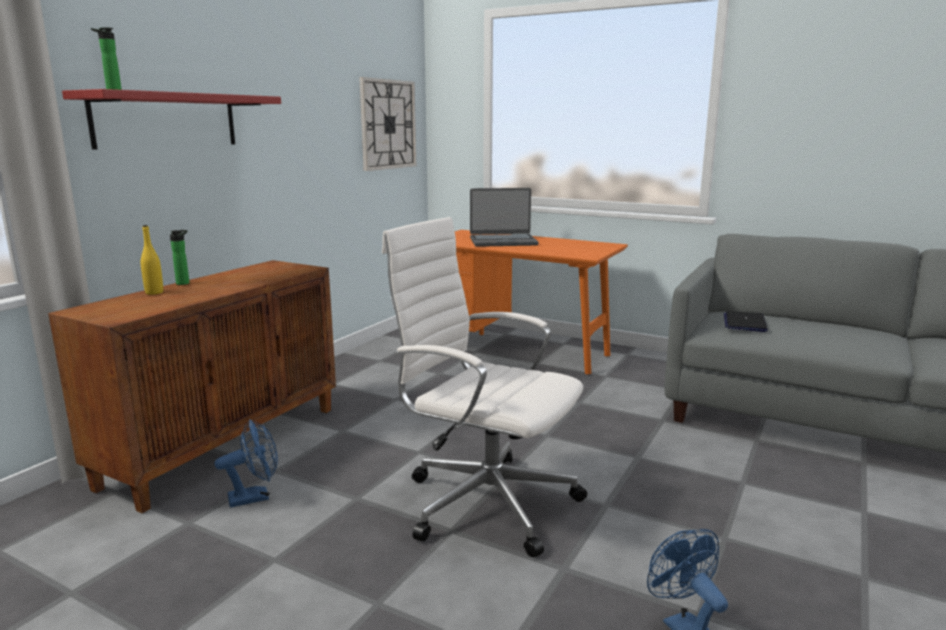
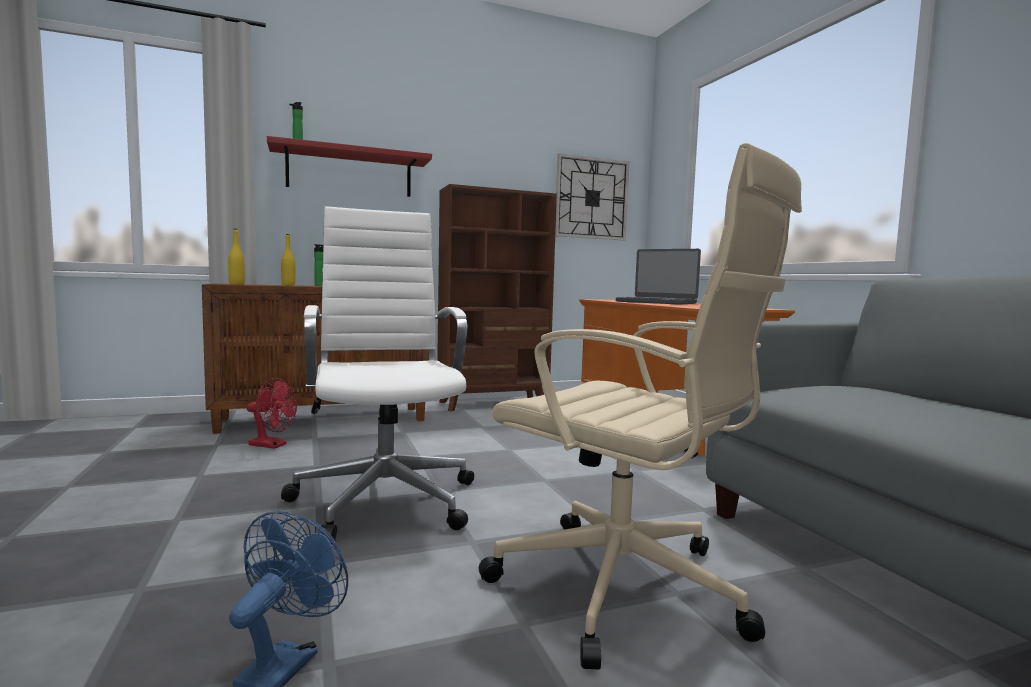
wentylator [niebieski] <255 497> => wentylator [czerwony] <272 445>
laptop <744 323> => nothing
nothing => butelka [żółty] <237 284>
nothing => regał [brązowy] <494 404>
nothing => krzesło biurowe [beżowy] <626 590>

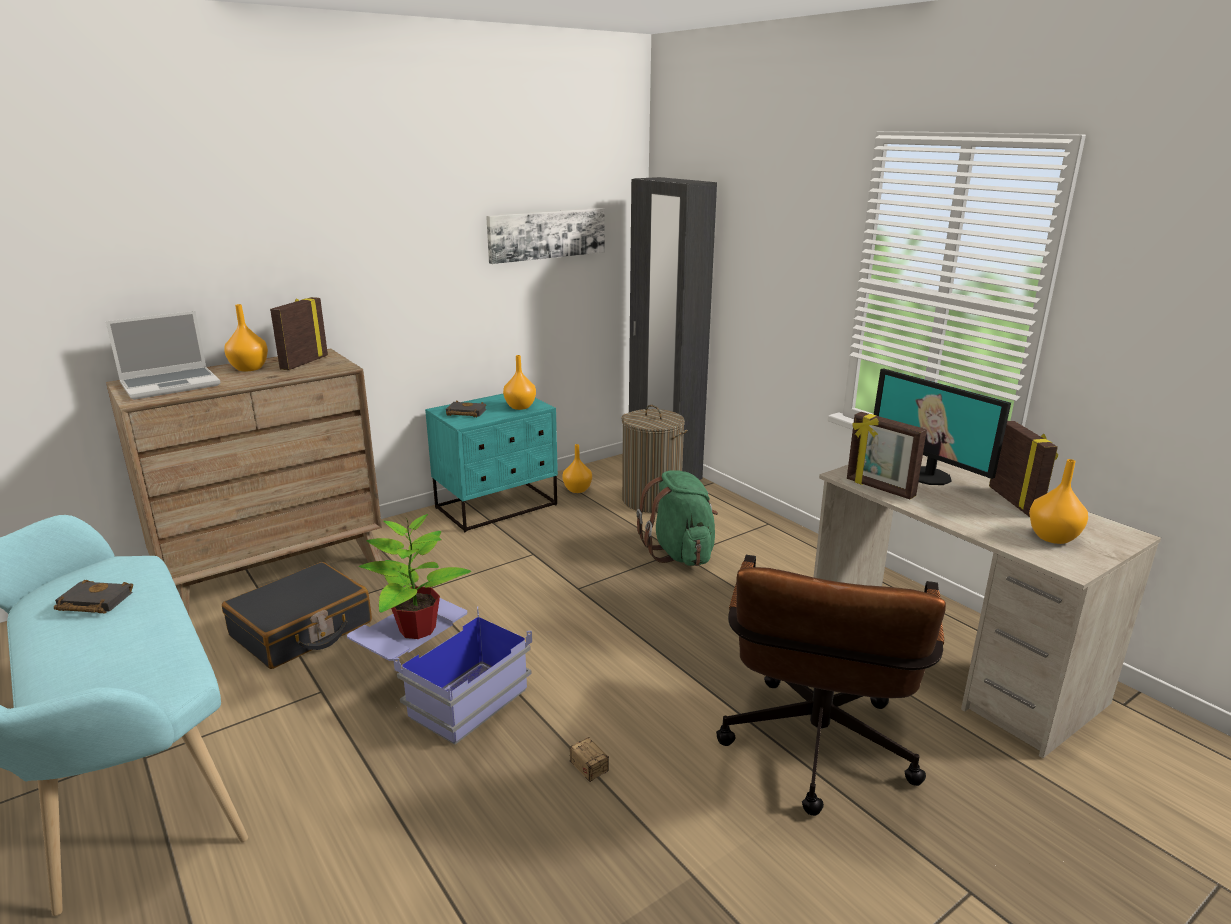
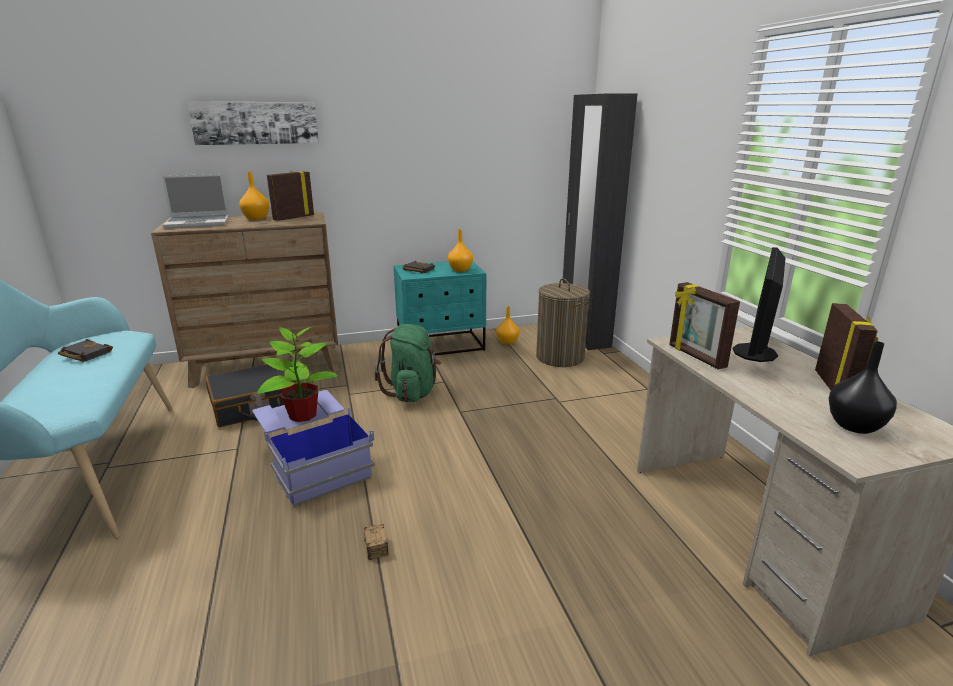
obraz <546 234> => obraz <255 123>, moved
plecak [zielony] <680 553> => plecak [zielony] <412 392>, moved
krzesło biurowe [brązowy] <815 755> => nothing
monitor <928 476> => monitor <756 353>, 45 degrees clockwise
wazon [pomarańczowy] <1053 537> => wazon [czarny] <855 426>

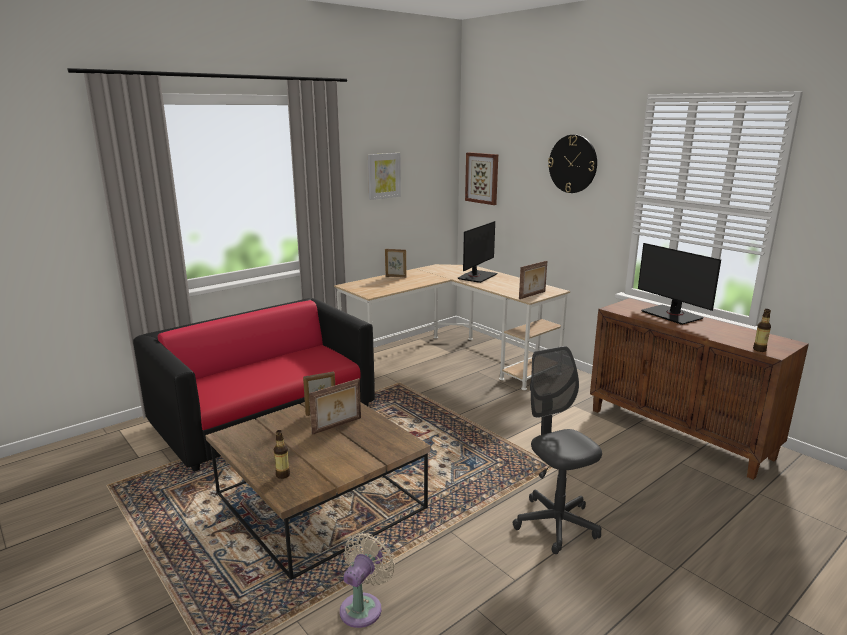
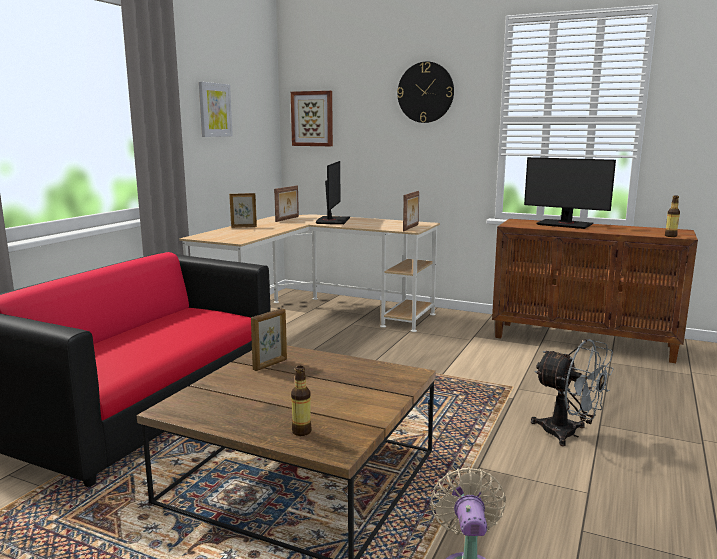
ramka na zdjęcie <337 426> => ramka na zdjęcie <288 219>, moved
krzesło biurowe [szary] <556 524> => wentylator [szary] <568 434>

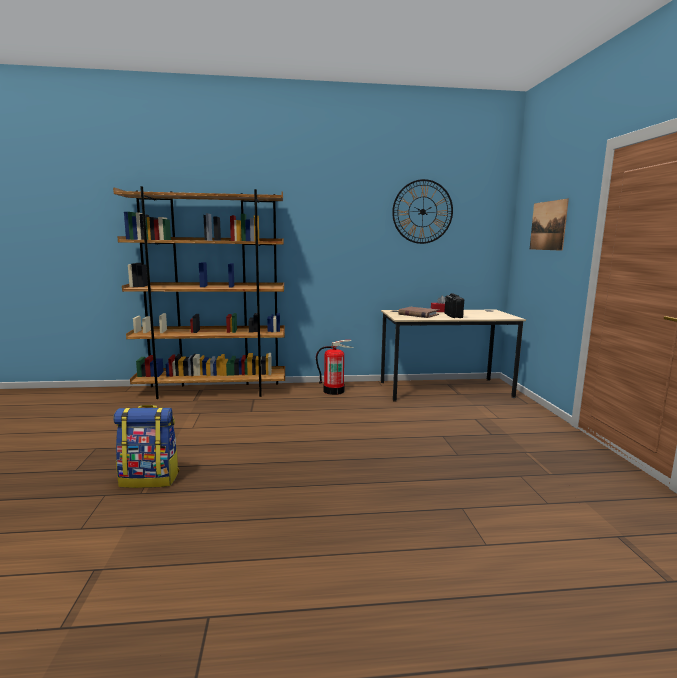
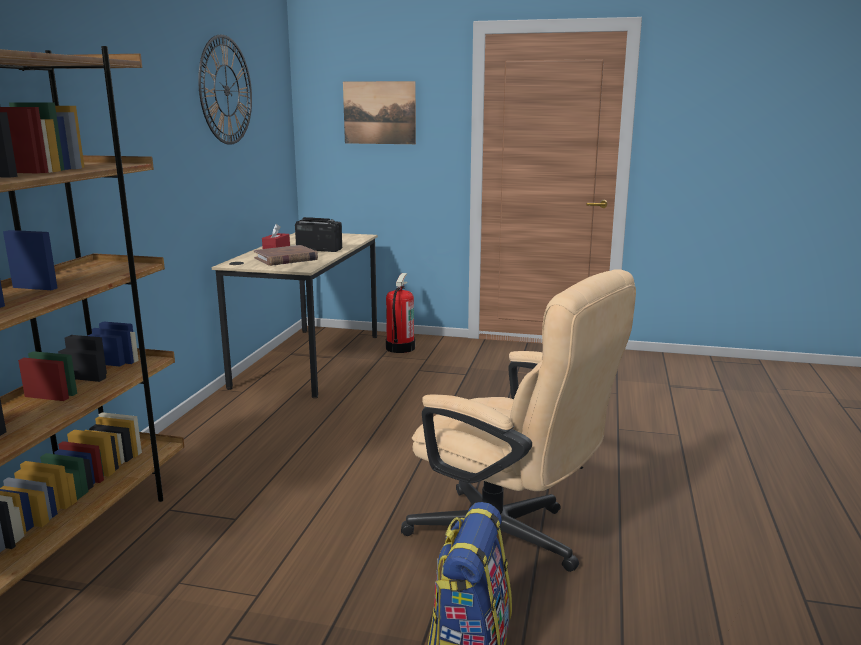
gaśnica <334 391> => gaśnica <400 348>, moved
nothing => krzesło biurowe [beżowy] <508 544>

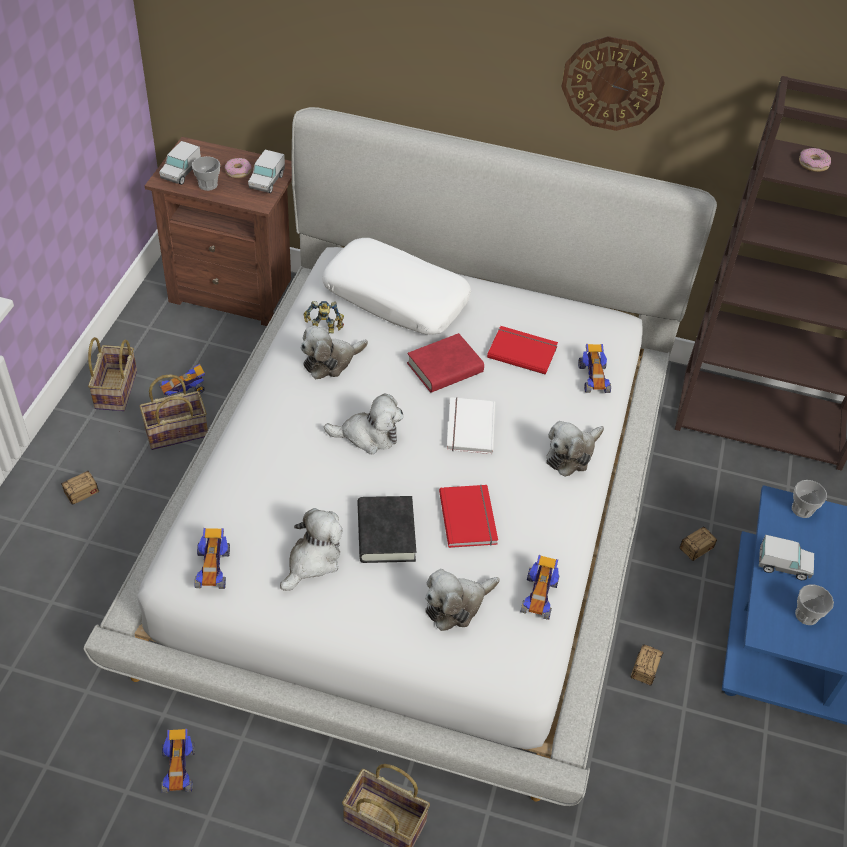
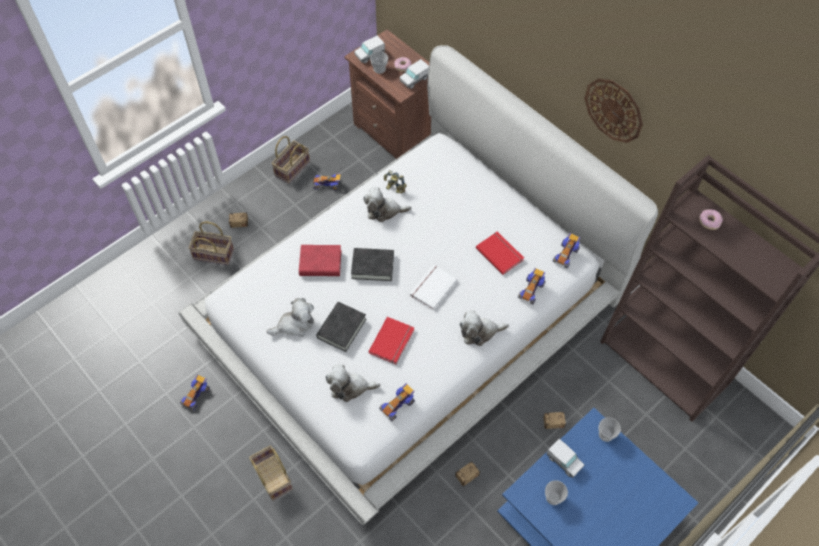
koszyk <178 431> => koszyk <215 254>, moved
samochodzik <212 567> => samochodzik <565 255>, moved
poduszka [biały] <396 297> => nothing
pluszak <368 435> => książka [czarny] <372 266>
książka [czerwony] <445 368> => książka [czerwony] <320 263>, moved

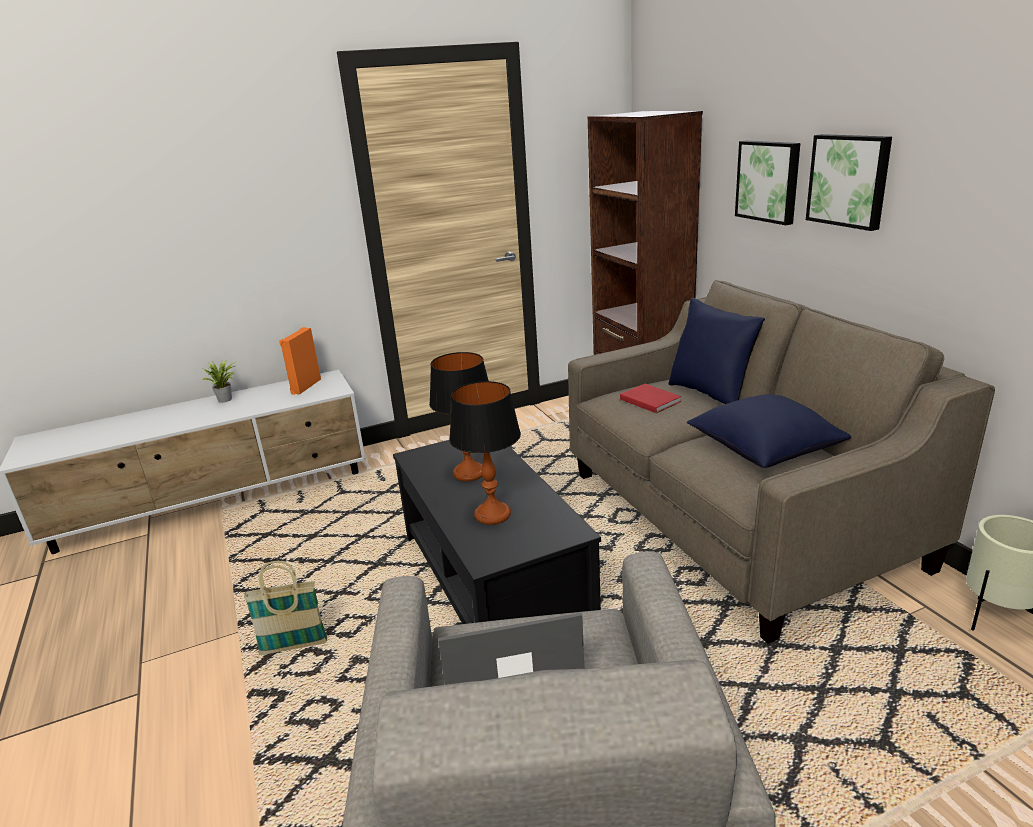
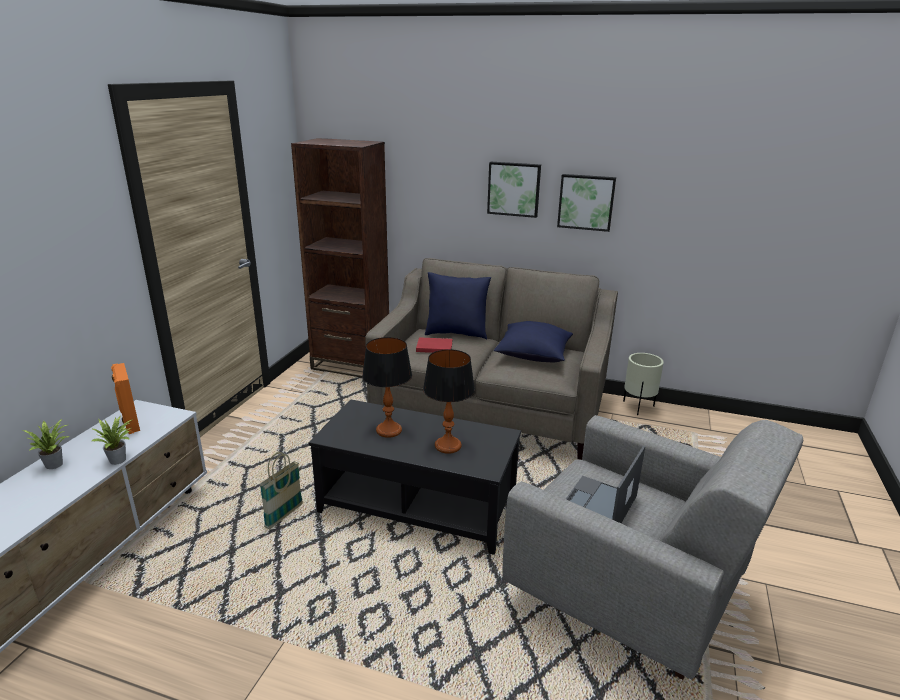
koszyk <294 647> => koszyk <284 516>, moved
obraz <769 181> => obraz <586 202>, moved
nothing => roślina doniczkowa <120 460>

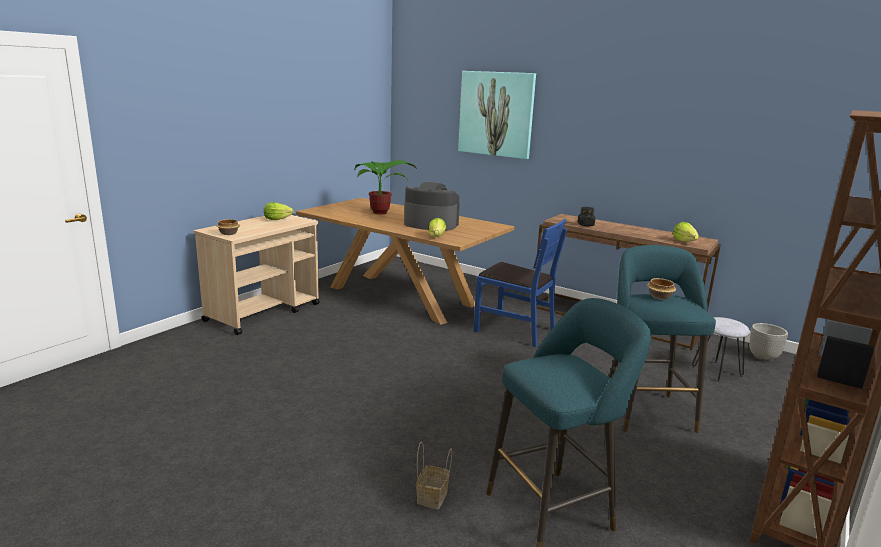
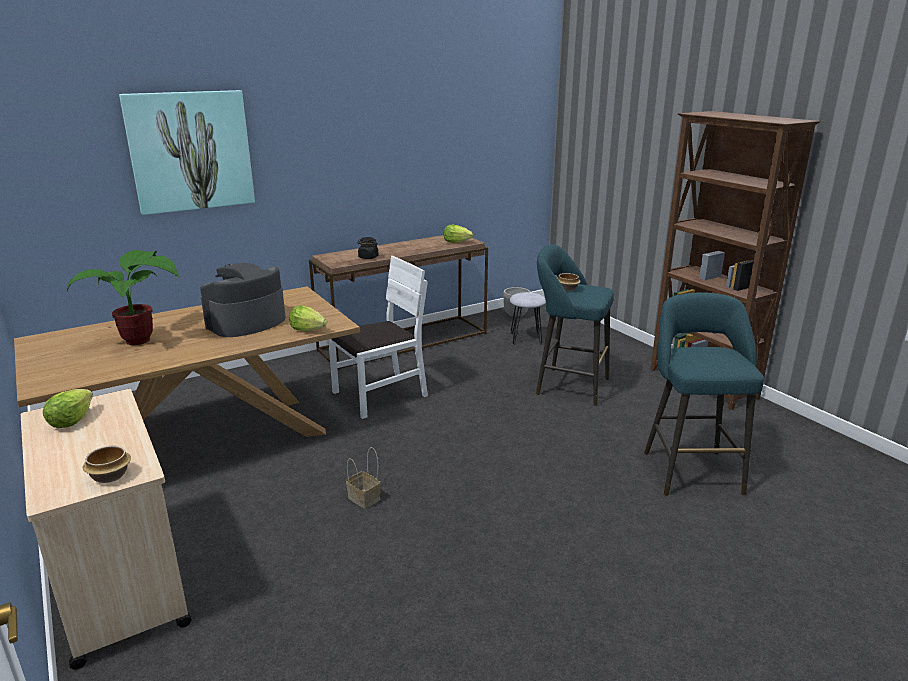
koszyk <432 498> => koszyk <365 499>, moved
krzesło [niebieski] <514 329> => krzesło [biały] <380 395>

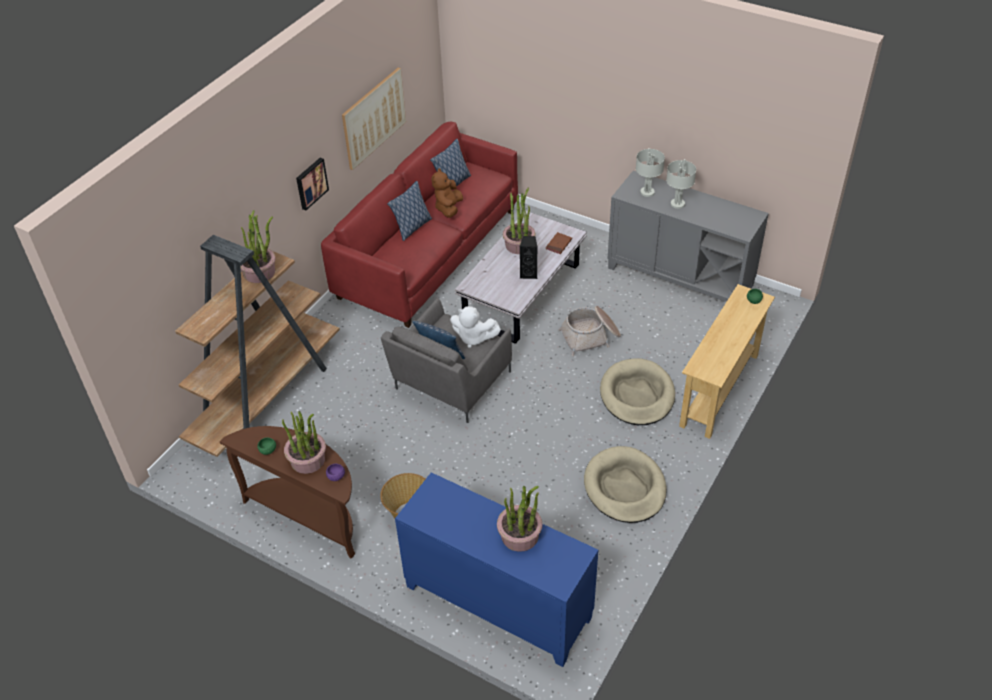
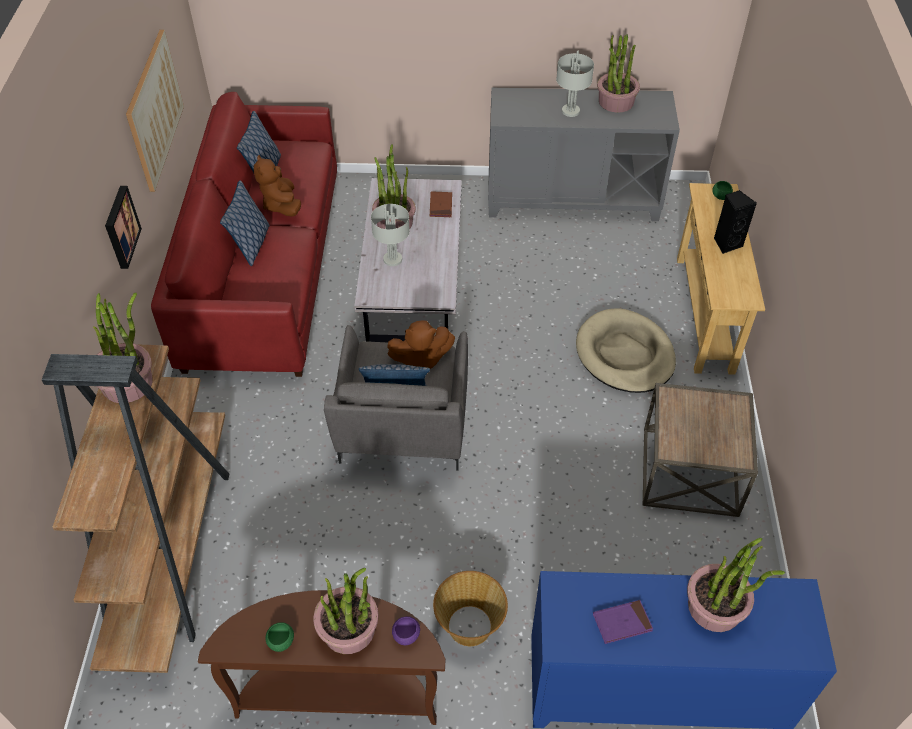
pluszak [biały] <473 338> => pluszak [brązowy] <421 359>
głośnik [czarny] <529 273> => głośnik [czarny] <727 243>, moved
koszyk <590 337> => nothing
legowisko [beżowy] <625 487> => stolik [brązowy] <690 472>
lampa stołowa [szary] <647 192> => lampa stołowa [szary] <393 259>, moved
nothing => książka [fioletowy] <622 623>
nothing => roślina doniczkowa <616 102>

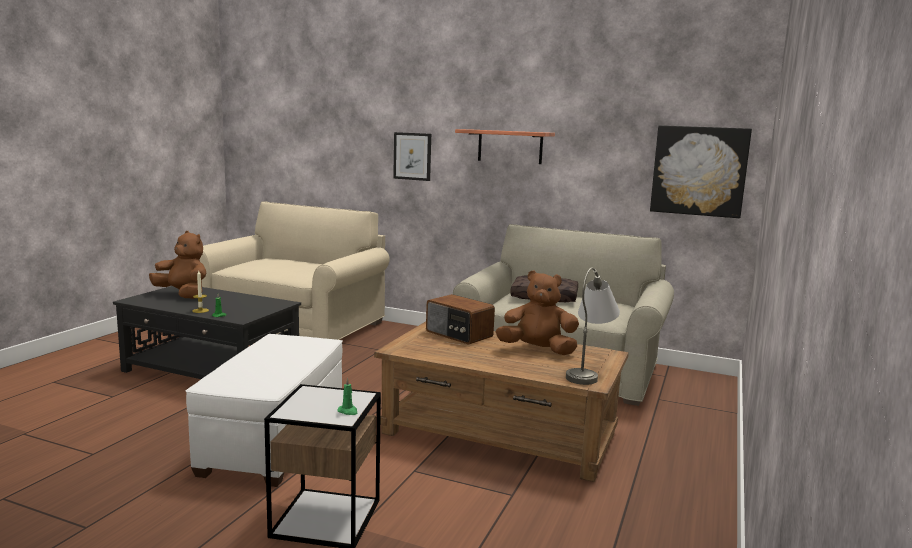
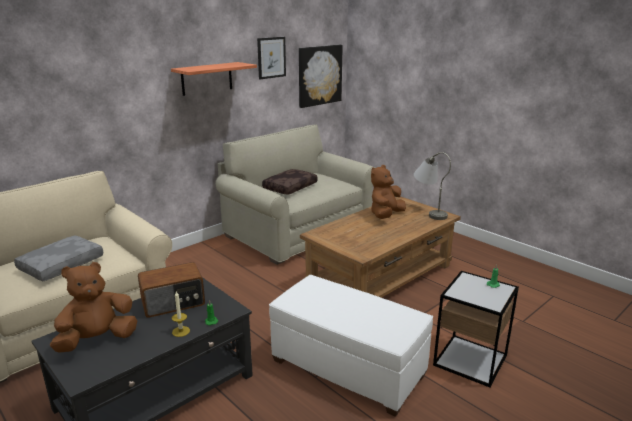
obraz <412 156> => obraz <271 57>, moved
radio <458 334> => radio <173 303>, moved
nothing => poduszka [szary] <61 265>

